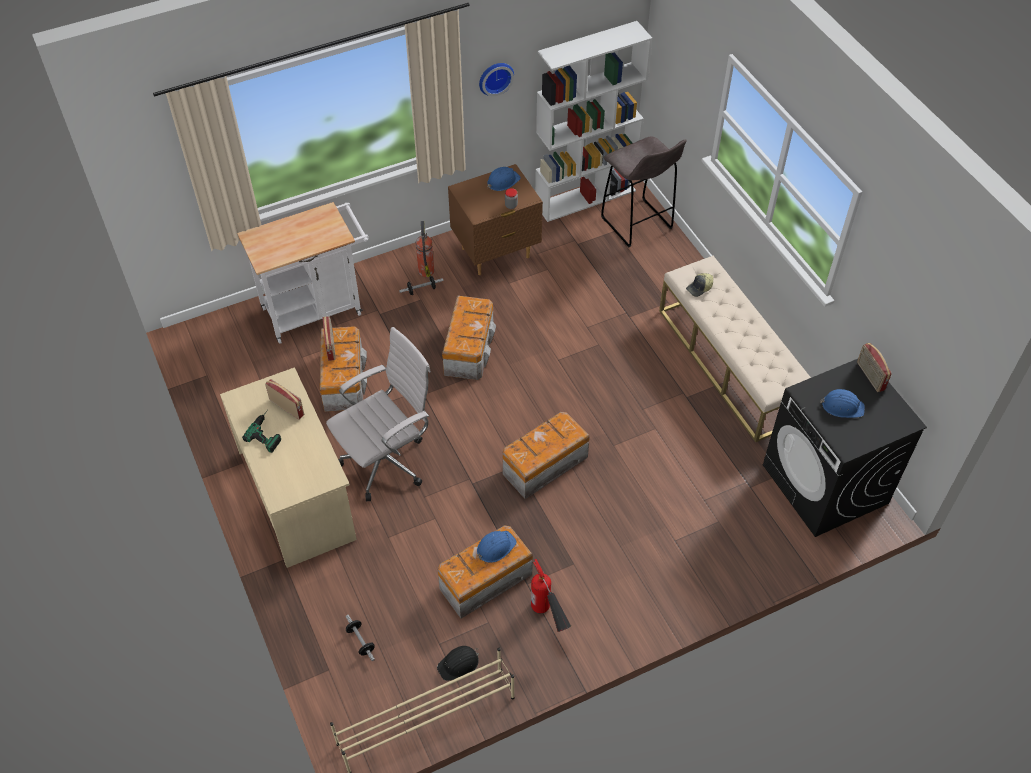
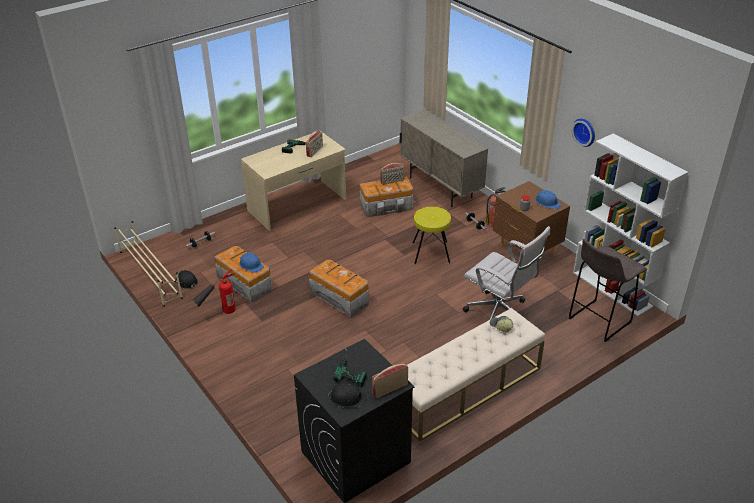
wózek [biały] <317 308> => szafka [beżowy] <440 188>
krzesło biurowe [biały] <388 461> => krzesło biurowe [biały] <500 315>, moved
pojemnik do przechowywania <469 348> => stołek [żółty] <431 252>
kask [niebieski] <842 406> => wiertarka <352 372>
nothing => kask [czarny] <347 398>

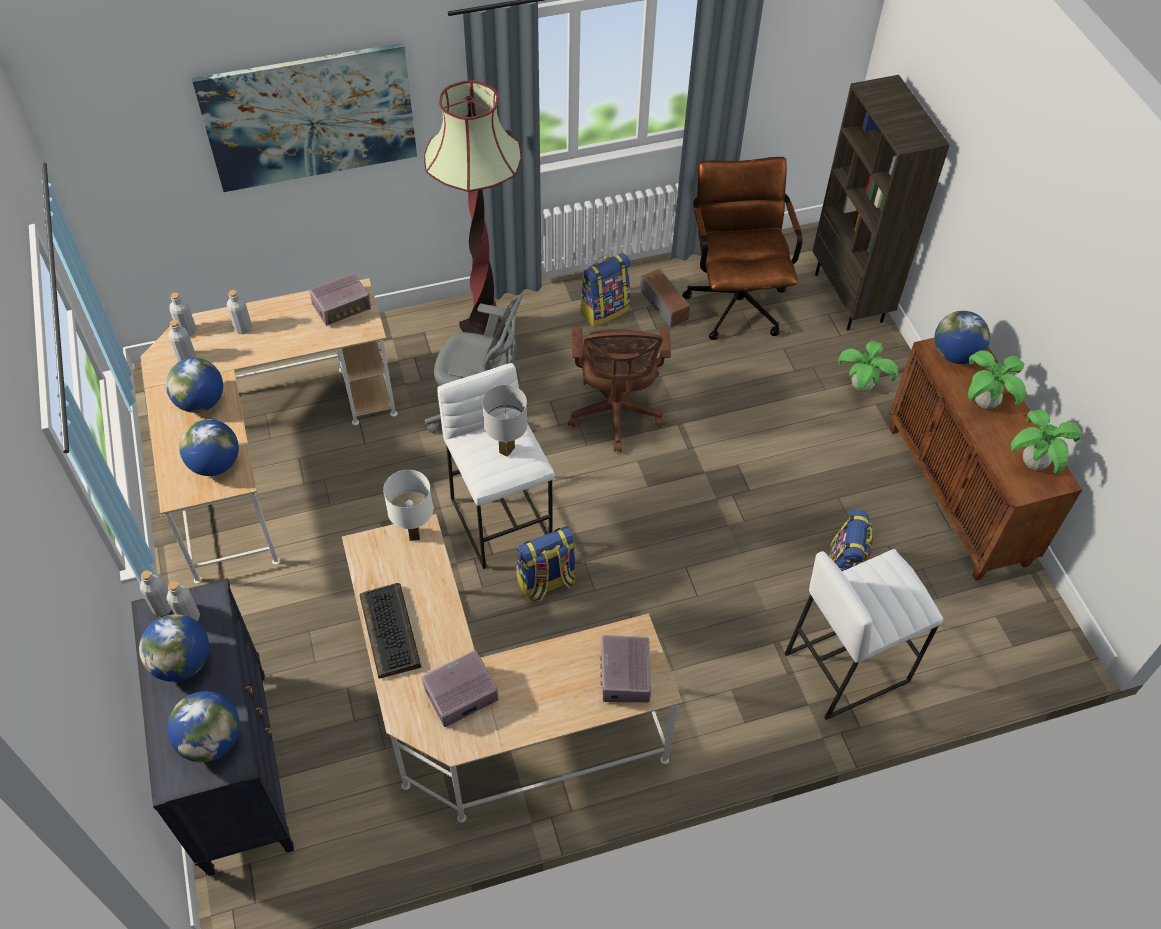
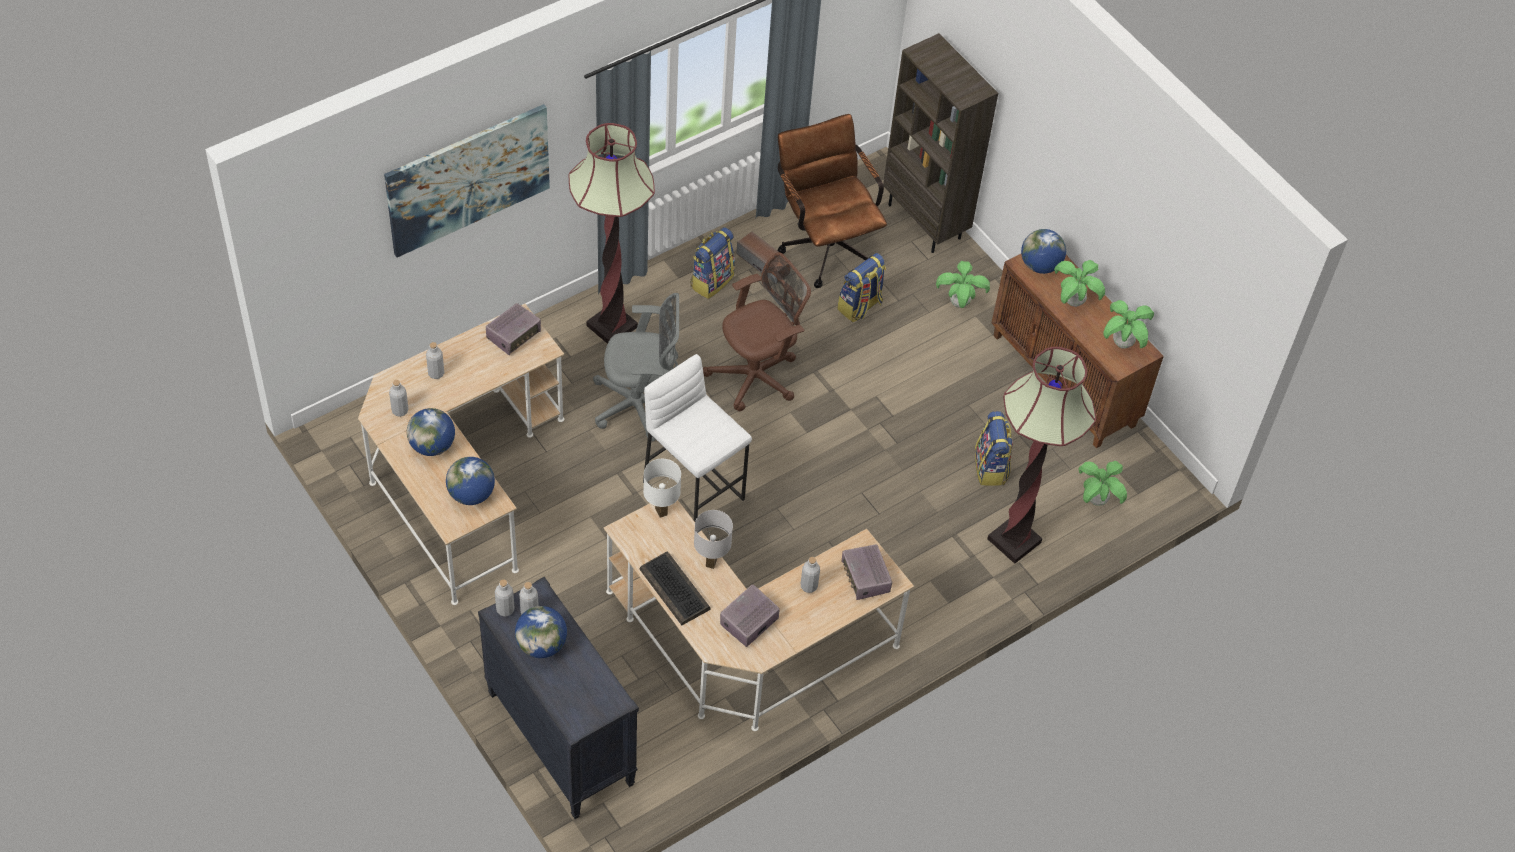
globus <211 740> => nothing
butelka [szary] <187 331> => butelka [szary] <809 586>, moved
lampa stołowa [biały] <507 450> => lampa stołowa [biały] <711 563>, moved
plecak <546 583> => plecak <860 306>, moved
krzesło biurowe [brązowy] <616 415> => krzesło biurowe [brązowy] <757 376>, 105 degrees counterclockwise
stołek [biały] <846 666> => lampa stojąca <1014 540>
nothing => roślina doniczkowa <1096 500>

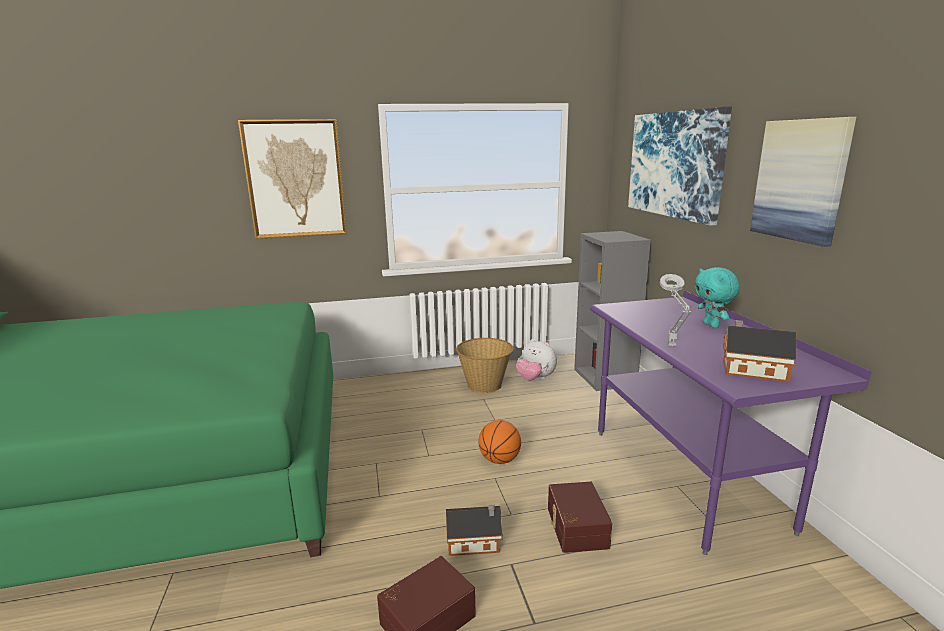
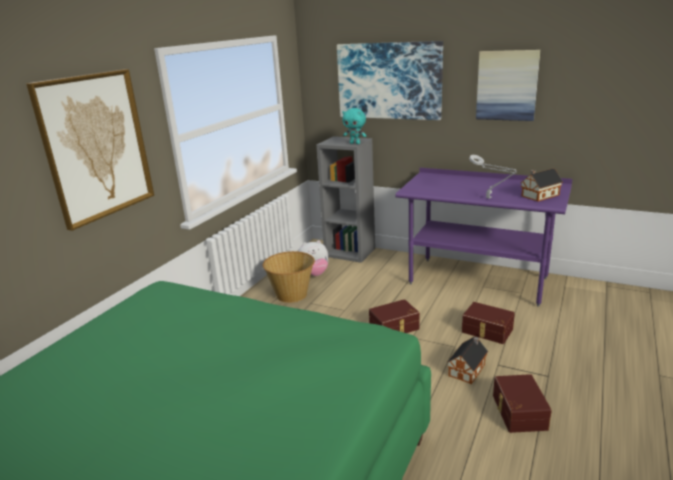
piłka do koszykówki <499 460> => pojemnik do przechowywania [brązowy] <394 327>
pluszak [turkusowy] <711 325> => pluszak [turkusowy] <355 143>, moved

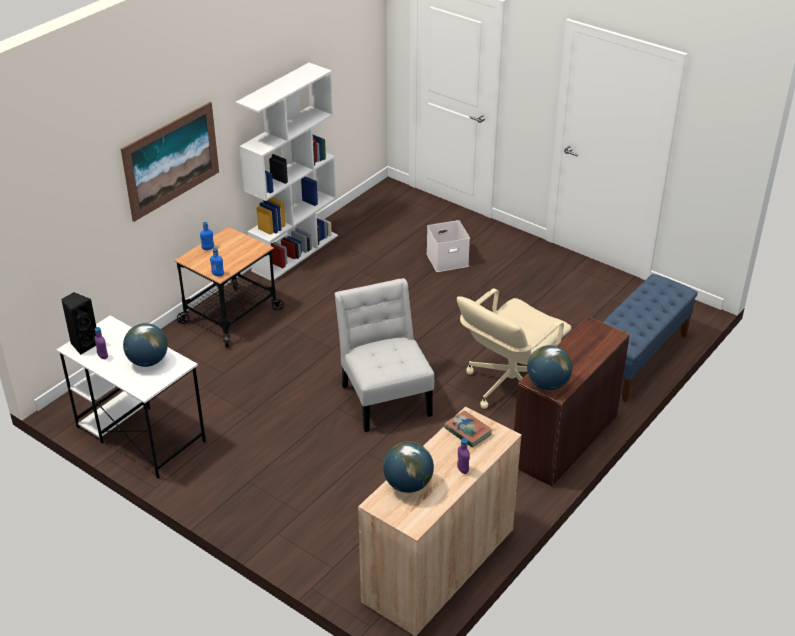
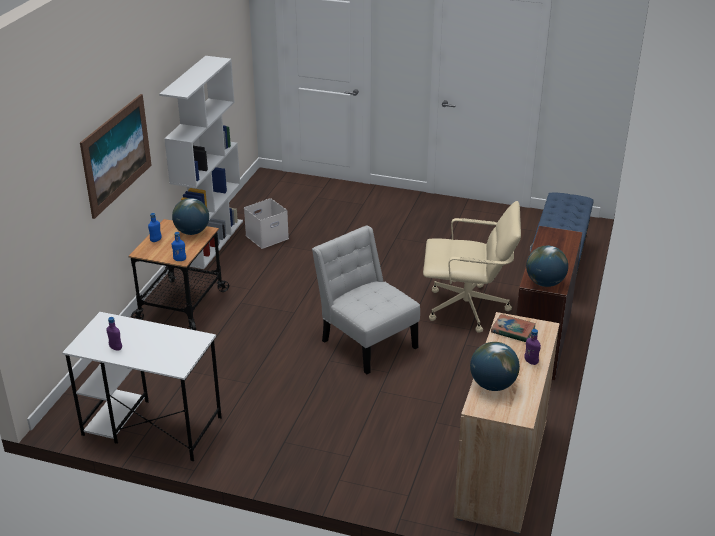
głośnik [czarny] <84 344> => nothing
globus <148 361> => globus <192 232>, moved
pojemnik do przechowywania [biały] <447 259> => pojemnik do przechowywania [biały] <267 236>, moved
krzesło biurowe [beżowy] <509 385> => krzesło biurowe [beżowy] <468 309>, 105 degrees counterclockwise

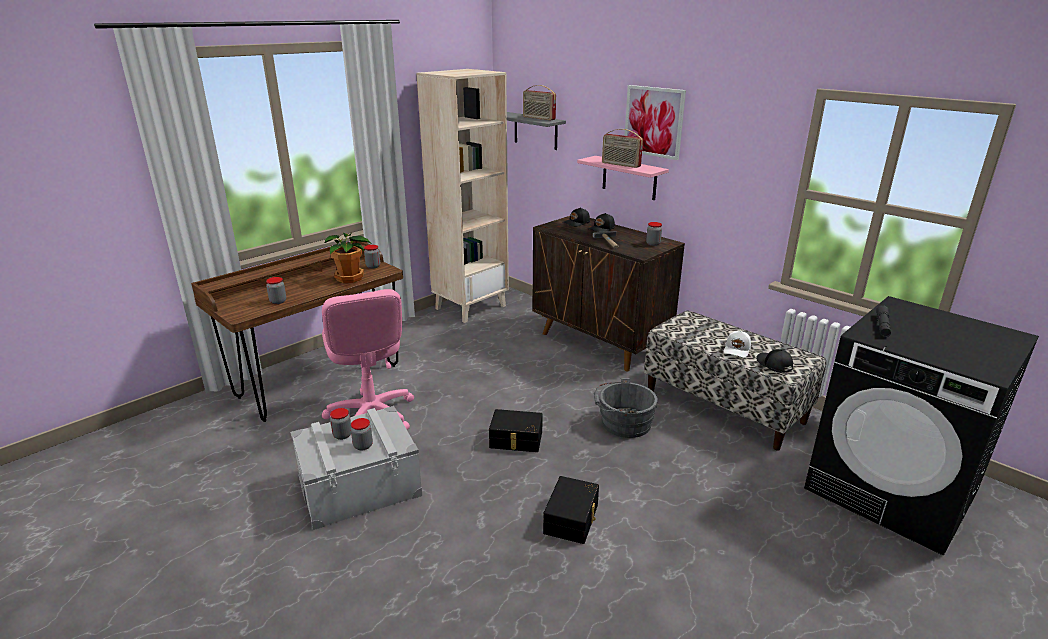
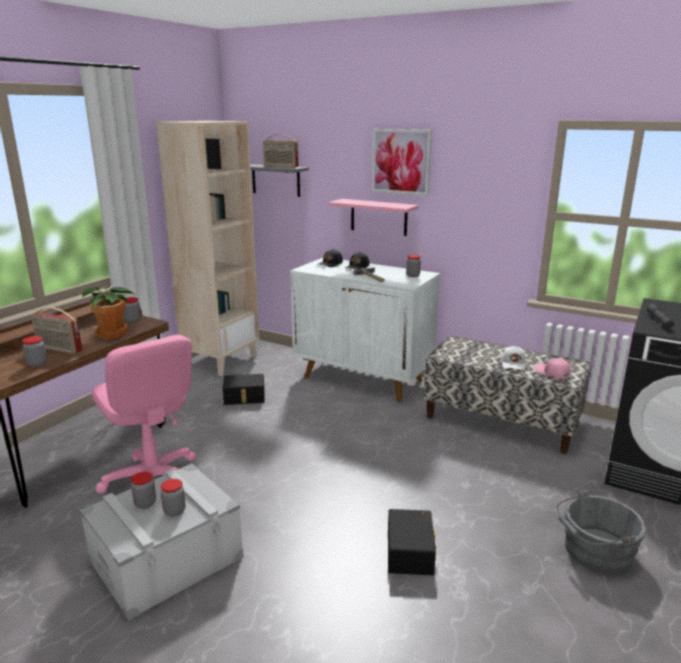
pojemnik do przechowywania [czarny] <516 440> => pojemnik do przechowywania [czarny] <244 397>, moved
szafka [brązowy] <600 342> => szafka [biały] <363 379>
wiadro [szary] <622 423> => wiadro [szary] <594 551>, moved
radio <620 165> => radio <59 349>, moved
czapka z daszkiem [czarny] <773 365> => czapka z daszkiem [różowy] <552 373>

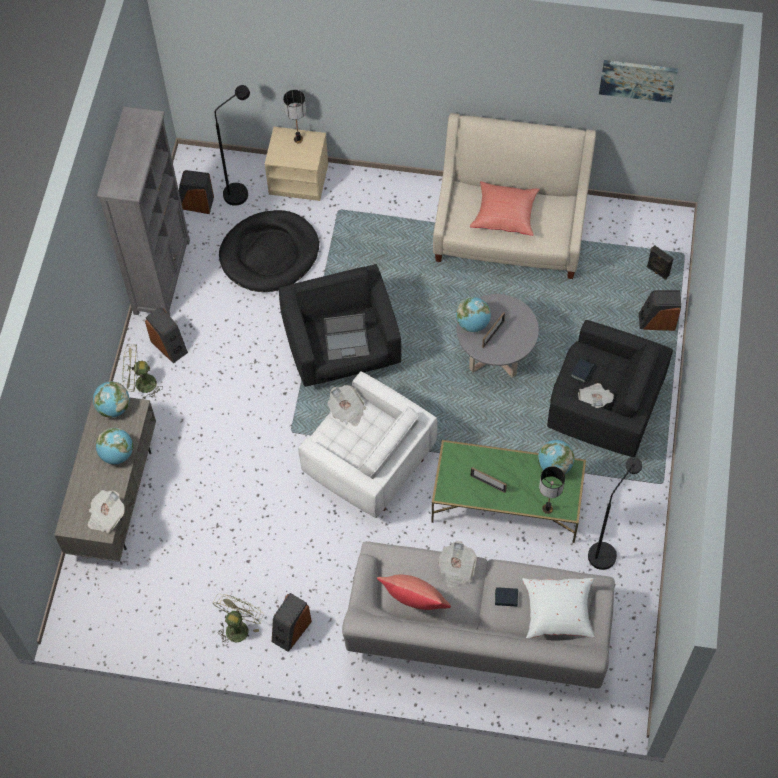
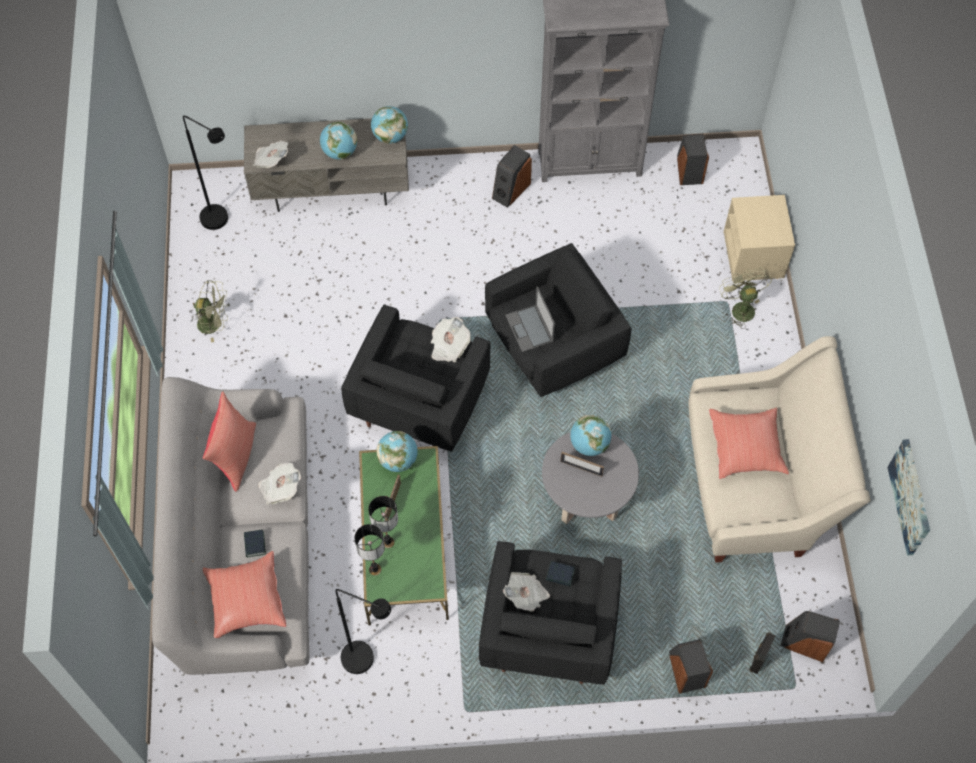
wentylator [zielony] <141 385> => wentylator [zielony] <740 307>, moved
lampa stojąca [czarny] <240 190> => lampa stojąca [czarny] <221 221>, moved
legowisko [czarny] <270 254> => nothing
głośnik <291 630> => głośnik <804 642>, moved
lampa stołowa <298 139> => lampa stołowa <388 542>, moved
fotel [biały] <367 463> => fotel [czarny] <420 398>
poduszka [biały] <558 613> => poduszka [czerwony] <246 601>
globus <554 466> => globus <398 460>, moved

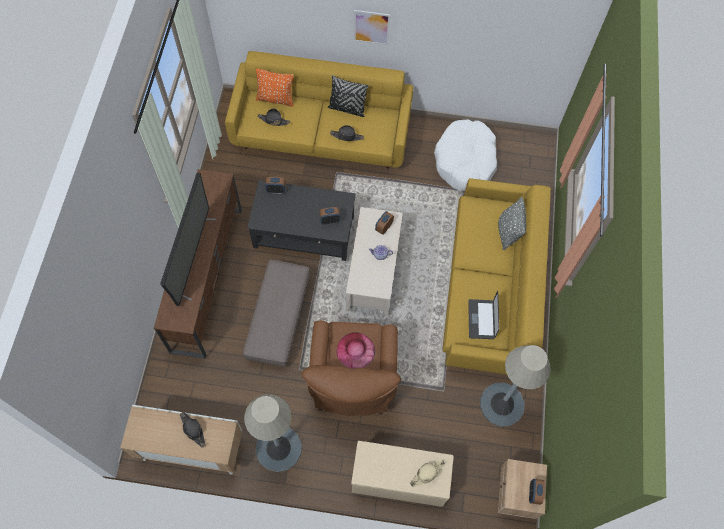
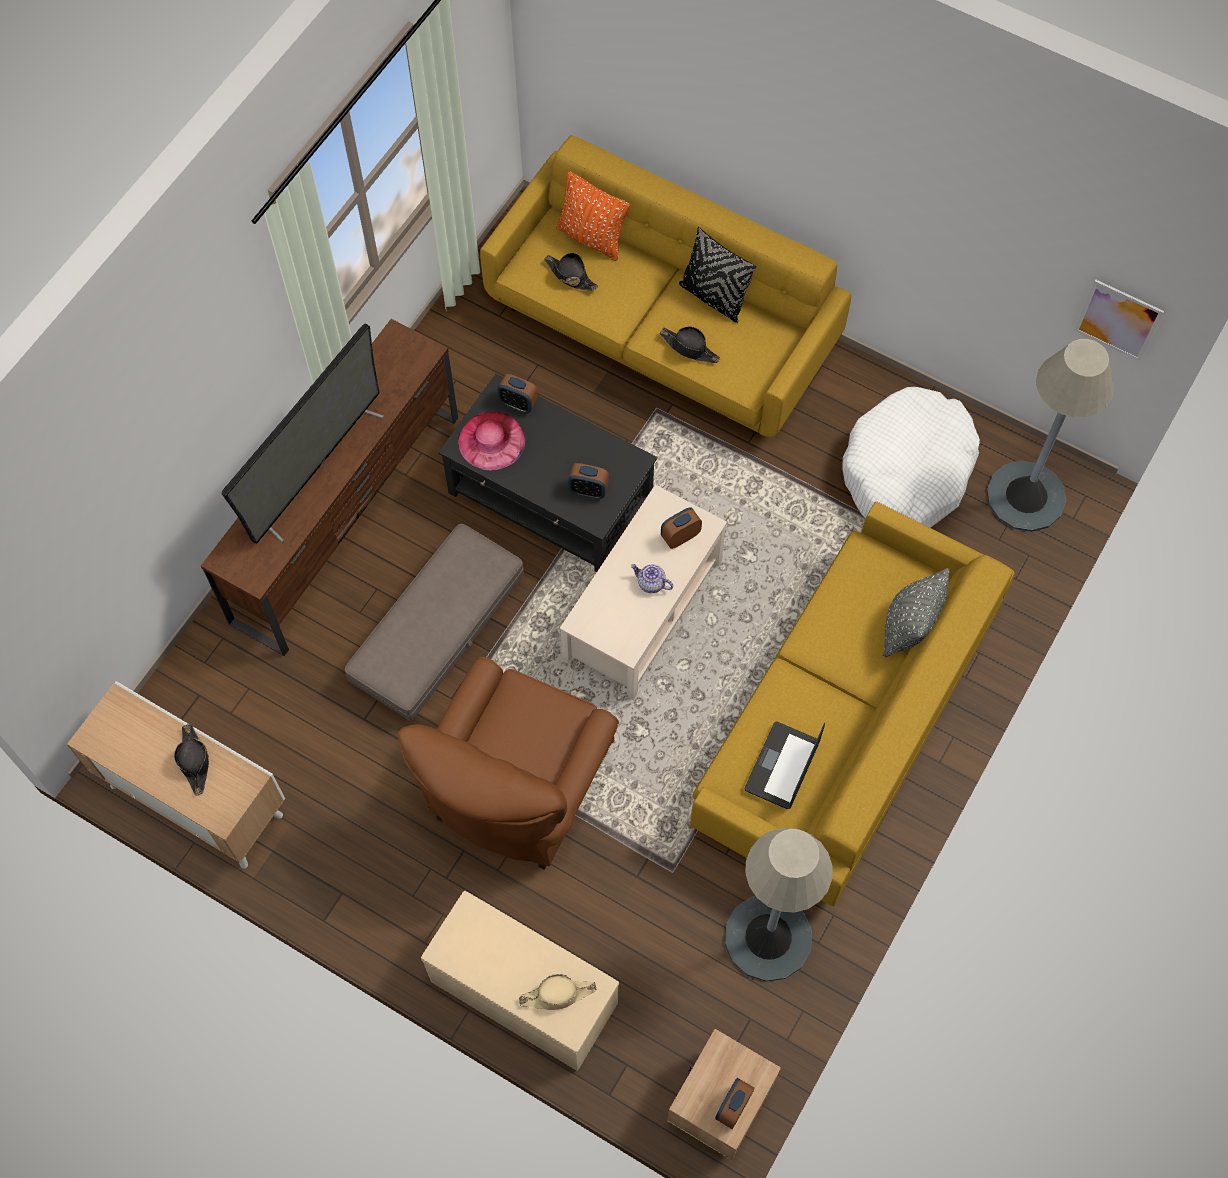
lampa stojąca [szary] <278 448> => lampa stojąca [szary] <1025 497>, moved
kapelusz [różowy] <355 350> => kapelusz [różowy] <491 440>, moved
obraz <371 27> => obraz <1118 320>, moved

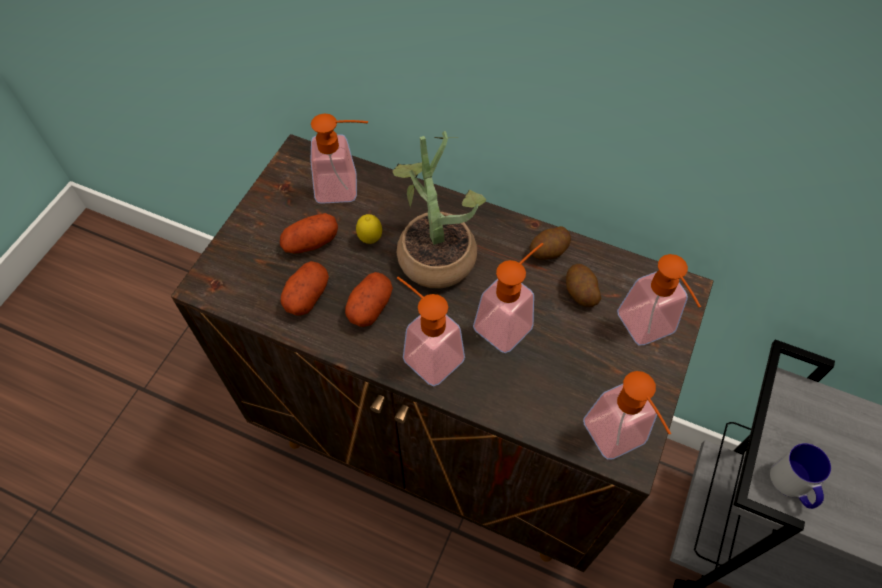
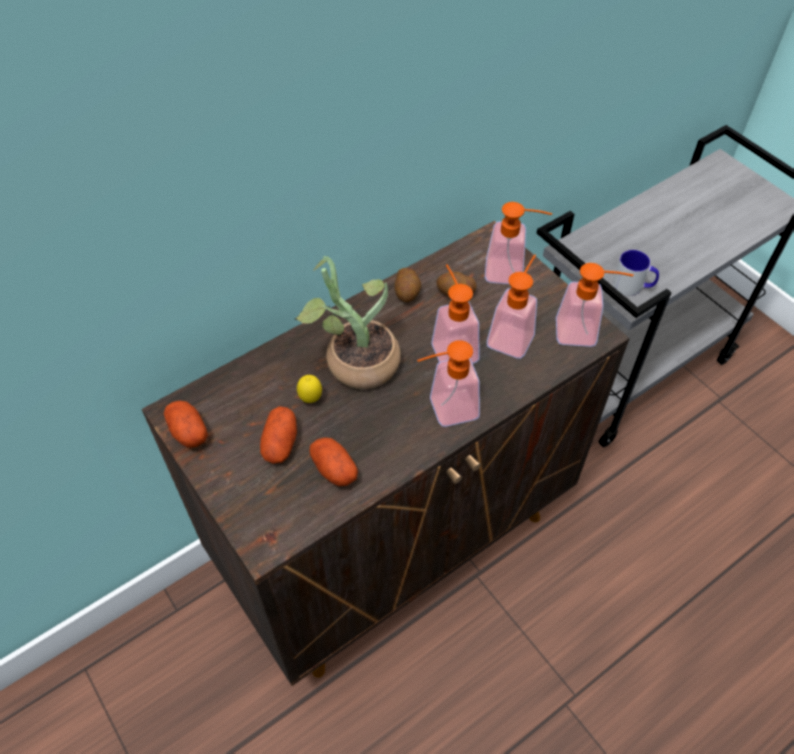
dozownik mydła <345 188> => dozownik mydła <513 335>, moved
ziemniak <370 306> => ziemniak <188 431>, moved

